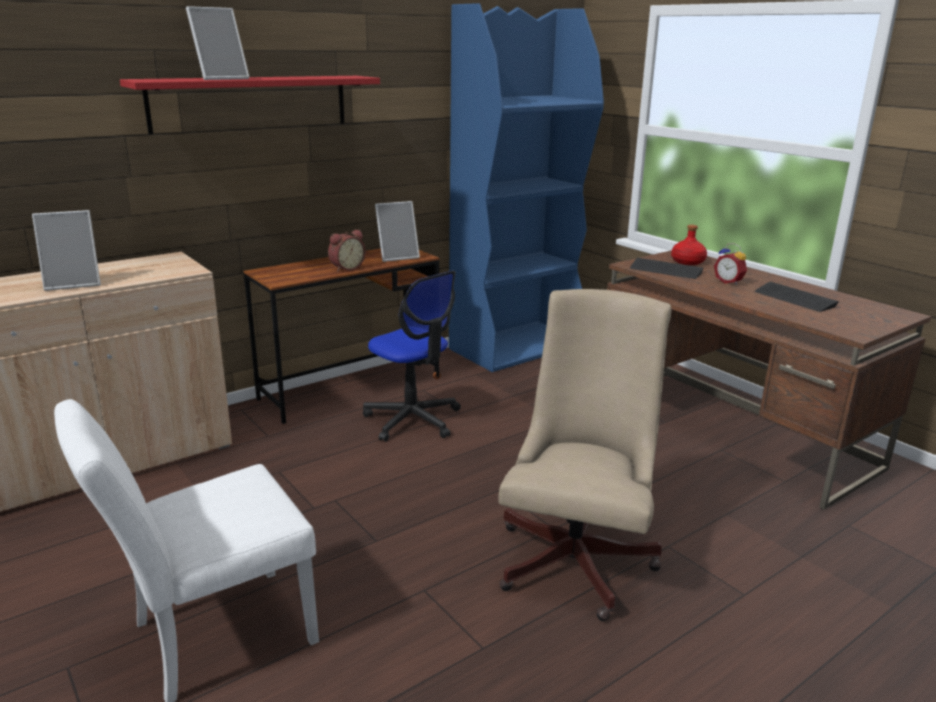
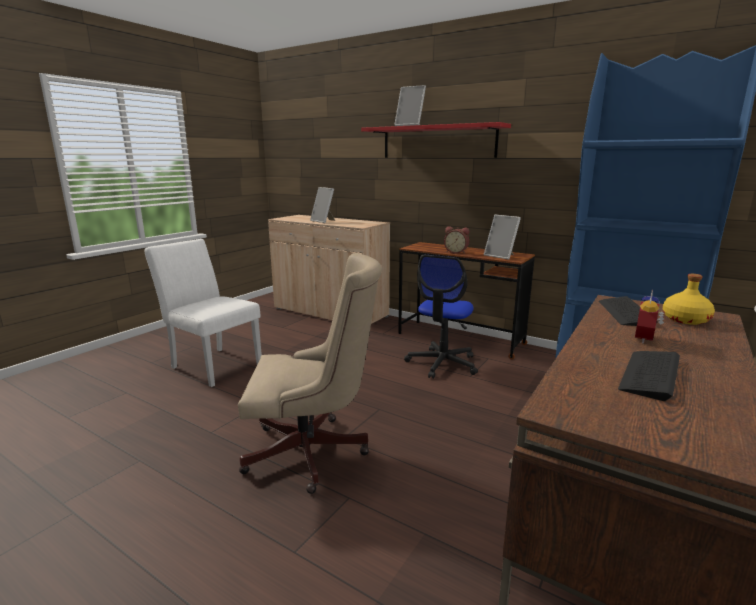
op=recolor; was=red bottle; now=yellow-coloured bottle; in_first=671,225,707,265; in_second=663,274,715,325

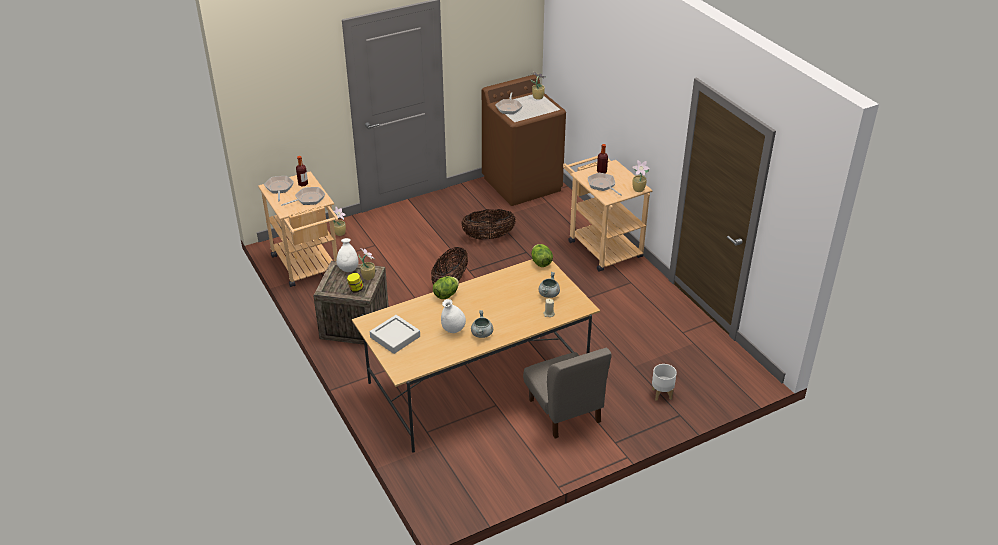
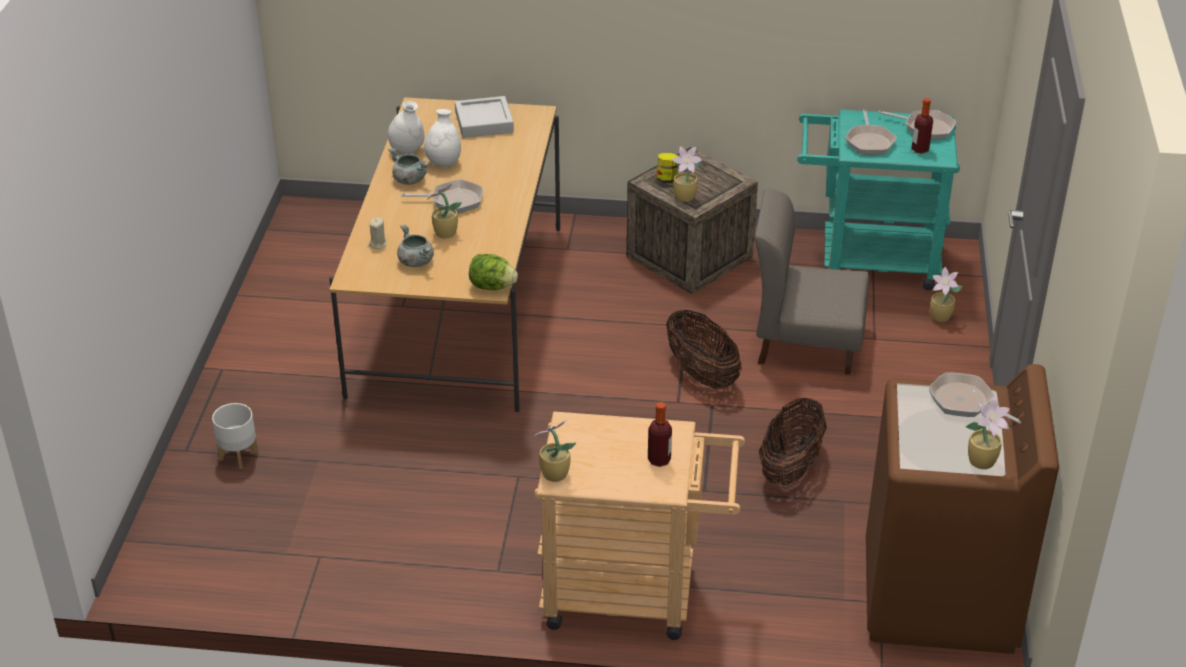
op=delete; was=lettuce head; in_first=433,276,459,299
op=insert; now=houseplant; in_second=428,182,462,238
op=move; was=white flower vase; in_first=336,238,358,272; in_second=388,101,424,155
op=move; was=gray plain chair; in_first=523,347,612,438; in_second=755,188,869,375
op=move; was=skillet; in_first=588,173,622,196; in_second=401,179,483,214
op=recolor; was=beige trolley; now=blue-green trolley; in_first=258,171,338,287; in_second=797,110,960,290

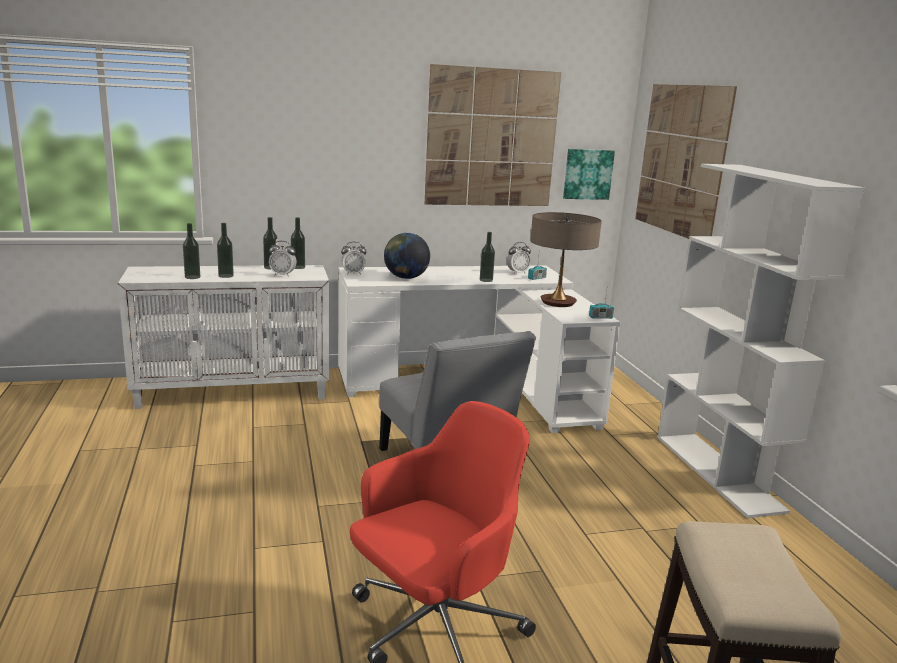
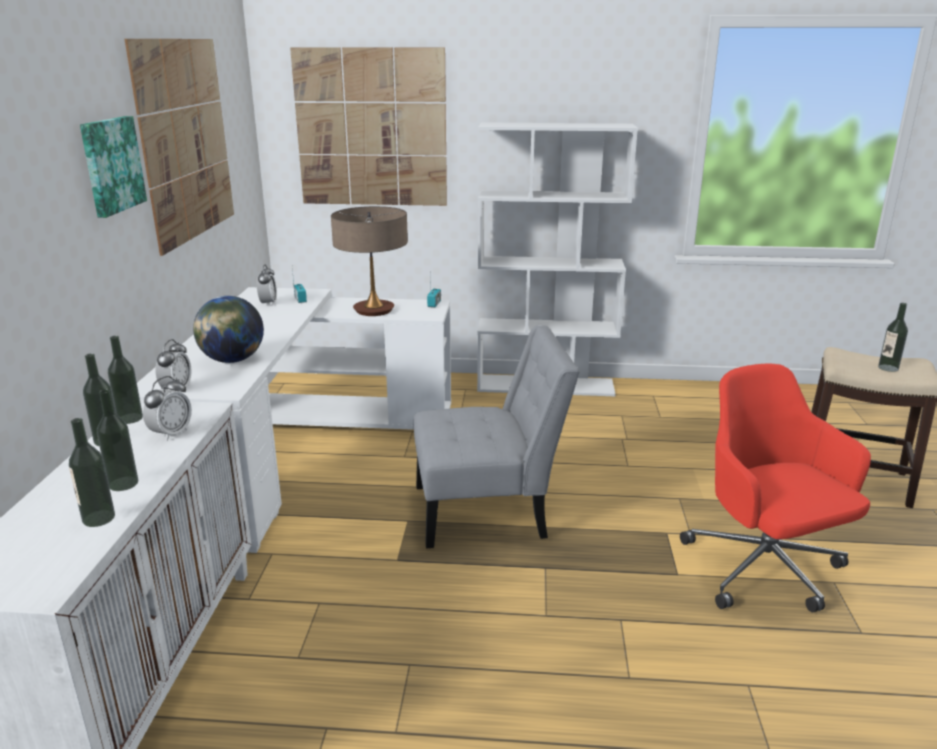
op=move; was=bottle; in_first=480,232,495,282; in_second=878,303,908,372
op=move; was=picture; in_first=563,149,615,200; in_second=80,116,147,218

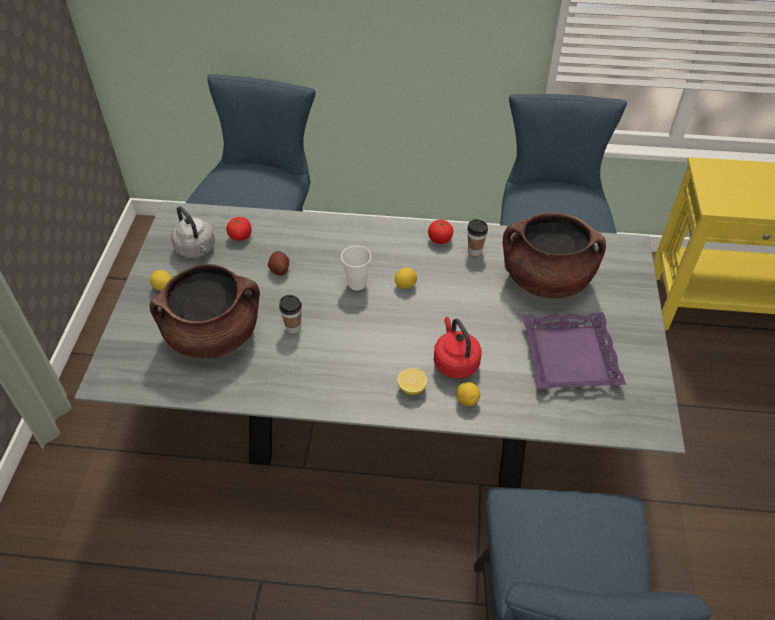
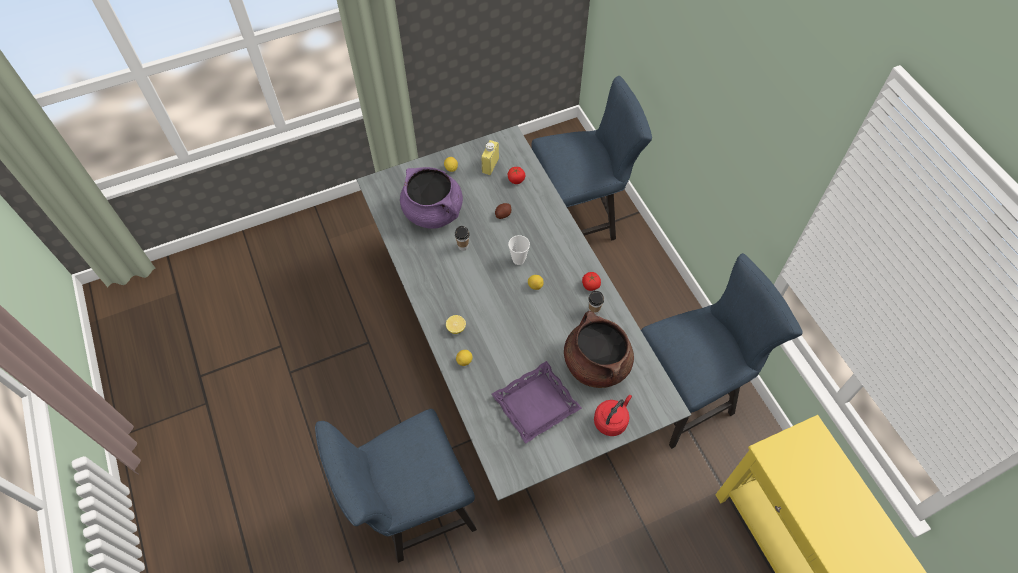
op=move; was=red tea kettle; in_first=434,317,481,379; in_second=594,395,632,436
op=replace; was=gray tea kettle; now=yellow-coloured bottle; in_first=171,206,215,258; in_second=481,140,499,175
op=recolor; was=brown-coloured stockpot; now=purplish stockpot; in_first=150,264,260,358; in_second=400,167,463,229

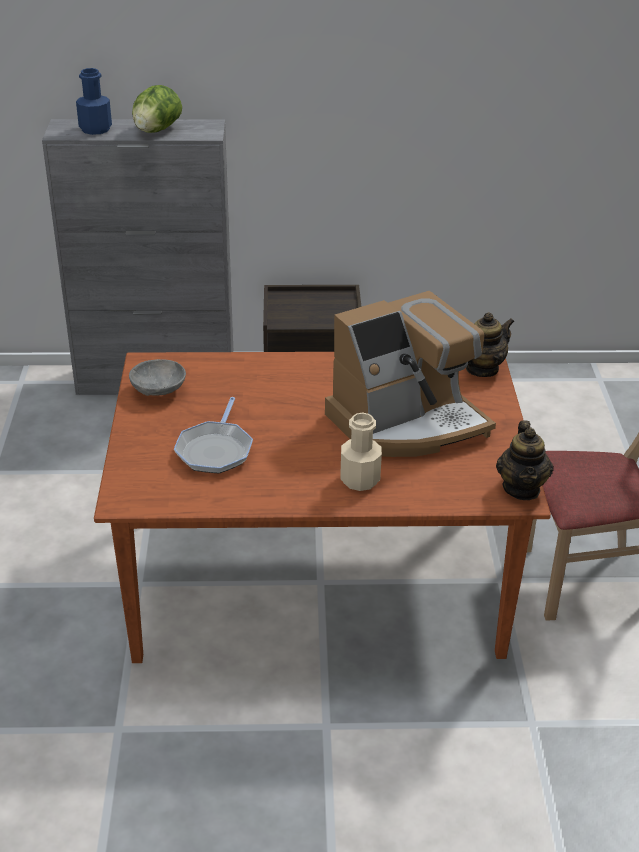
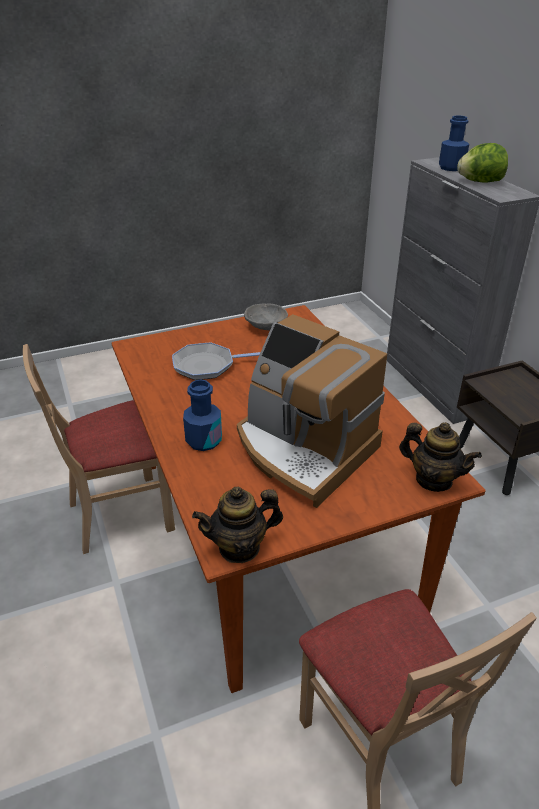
op=insert; now=beige plain chair; in_second=23,344,175,554
op=recolor; was=beige bottle; now=bluish bottle; in_first=340,413,382,491; in_second=183,379,222,451

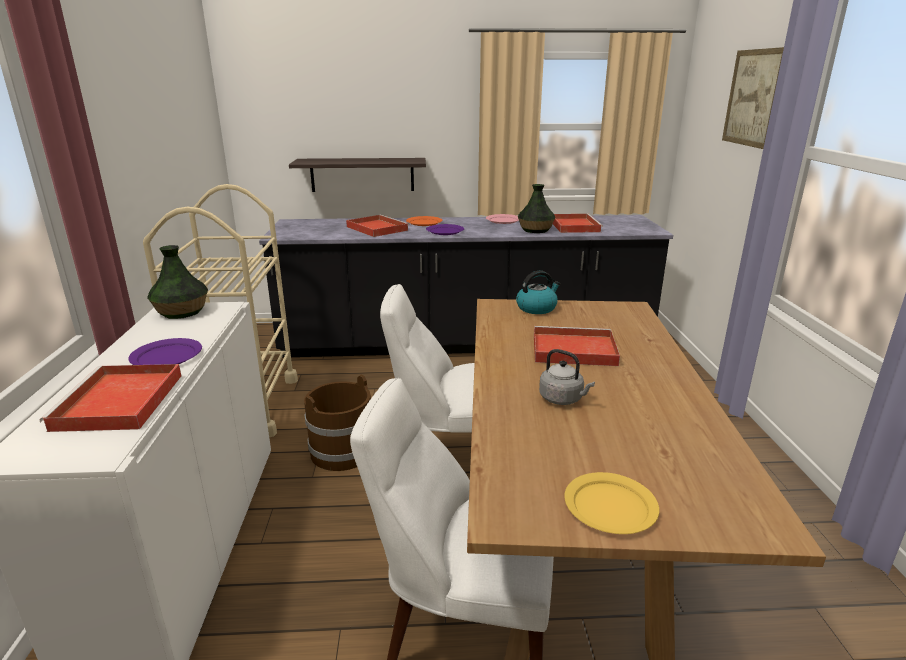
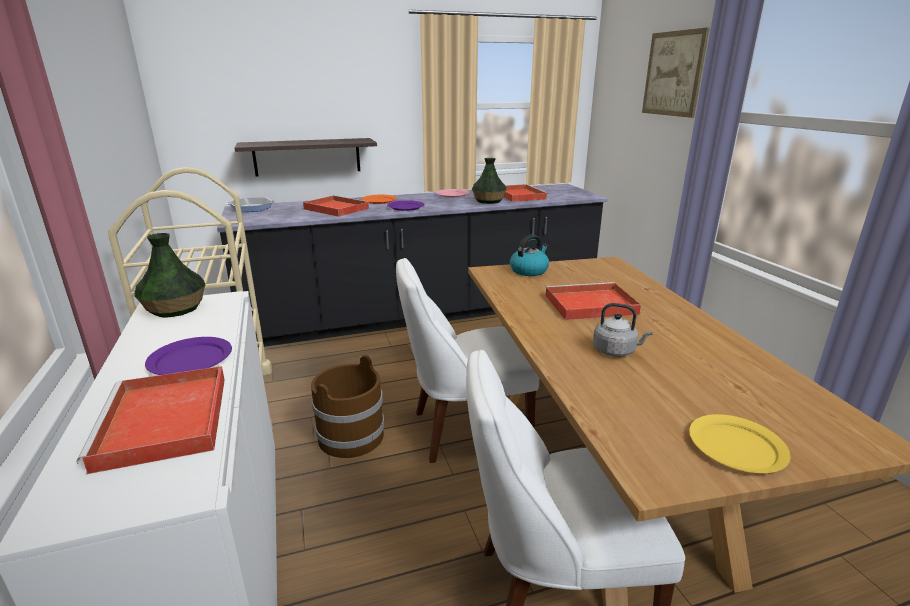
op=insert; now=skillet; in_second=226,197,275,212

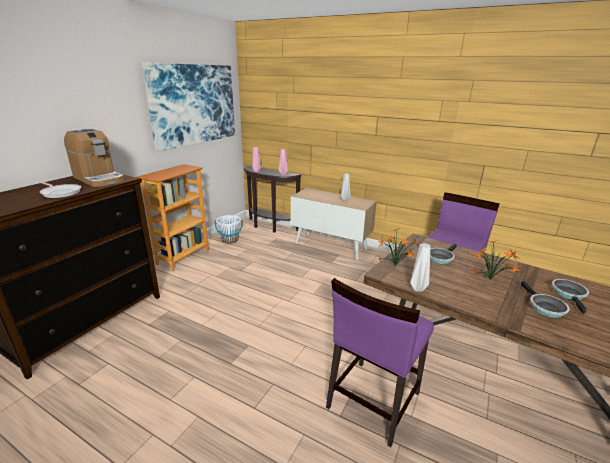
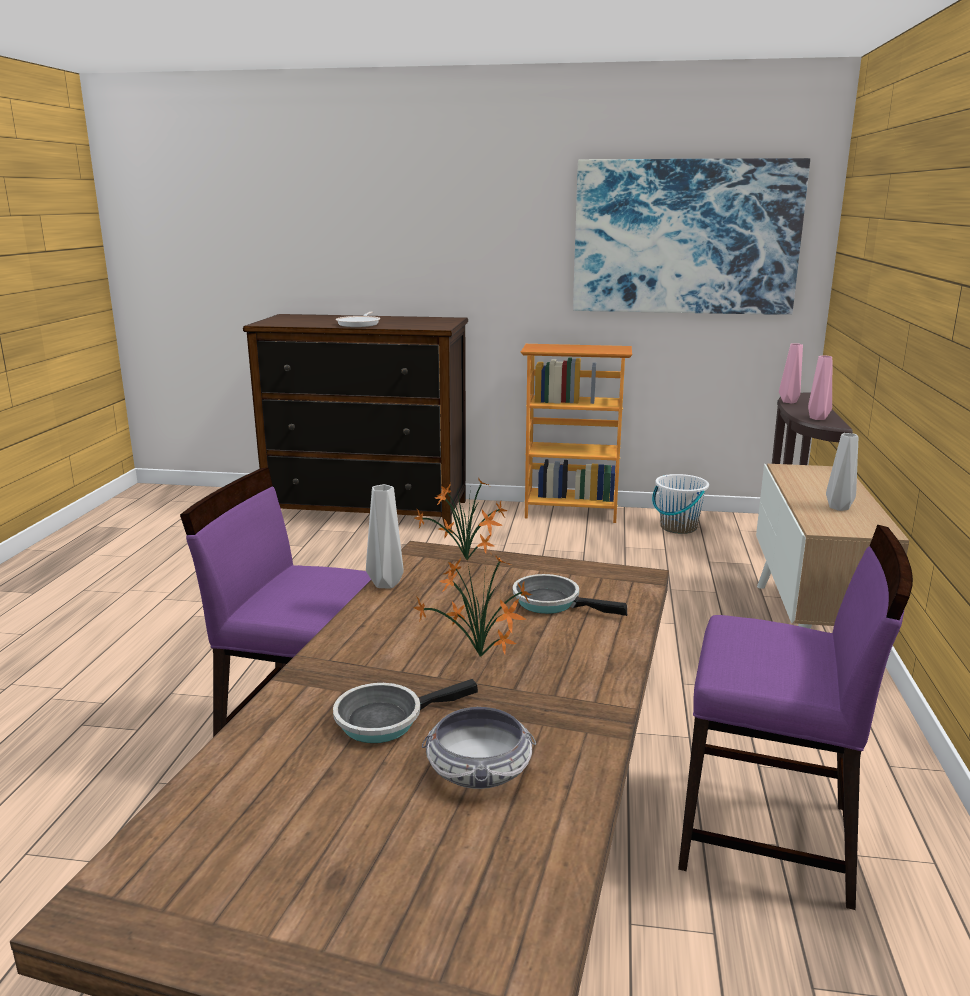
op=delete; was=coffee maker; in_first=64,129,125,187
op=replace; was=skillet; now=bowl; in_first=552,279,589,314; in_second=422,706,536,789

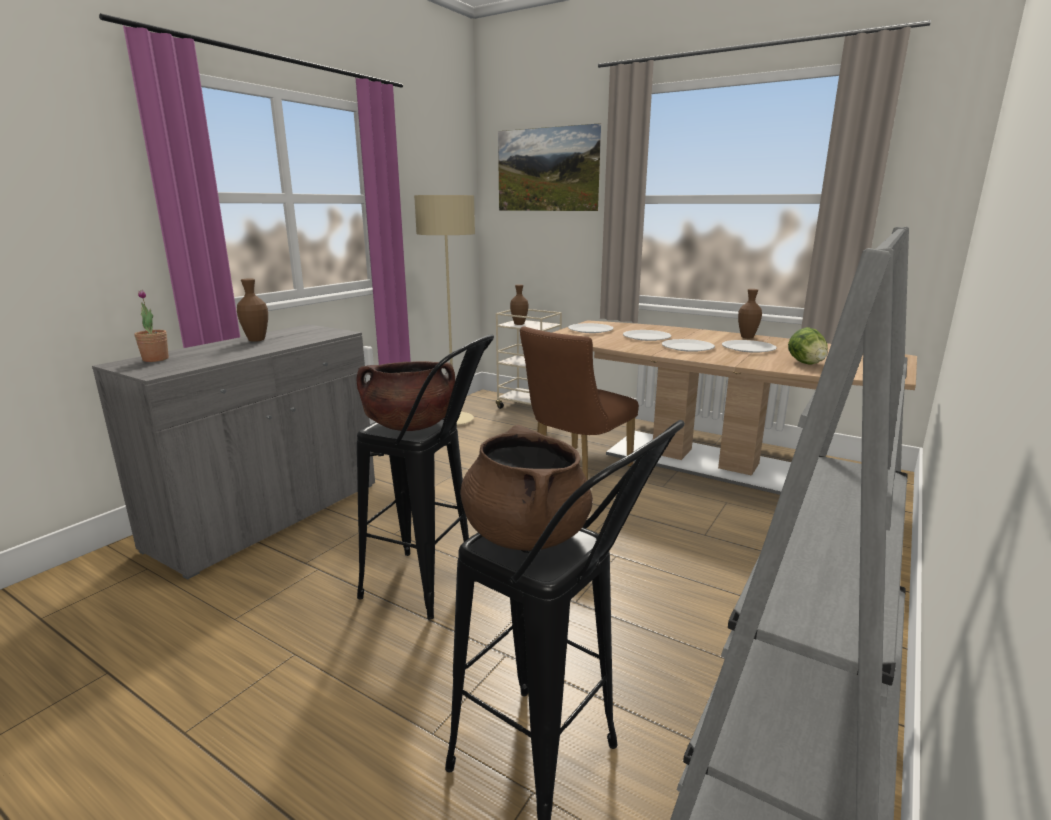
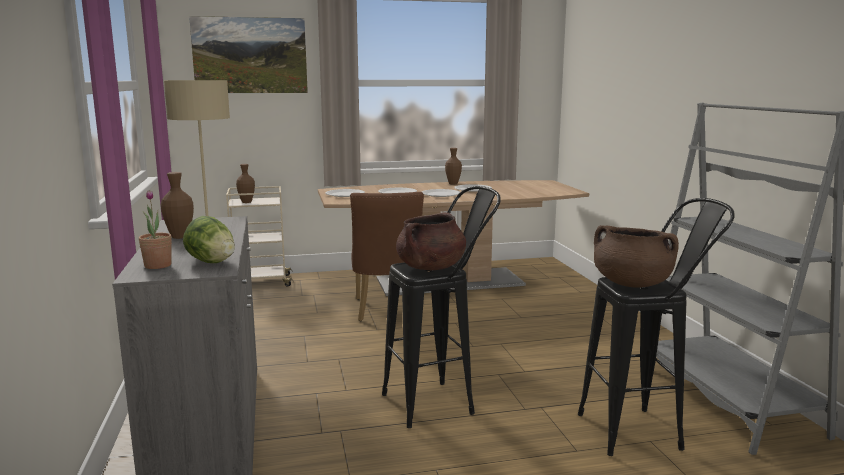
op=move; was=lettuce head; in_first=788,327,828,365; in_second=183,216,235,263

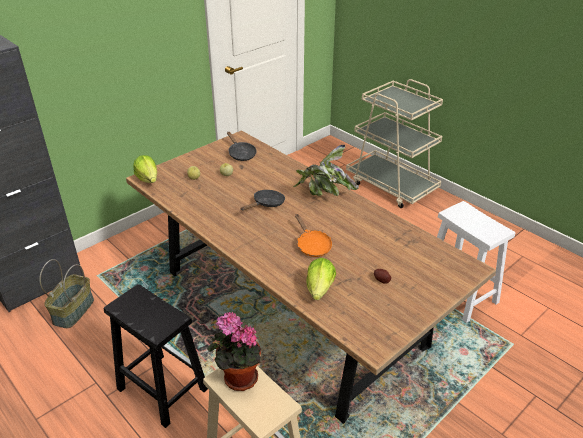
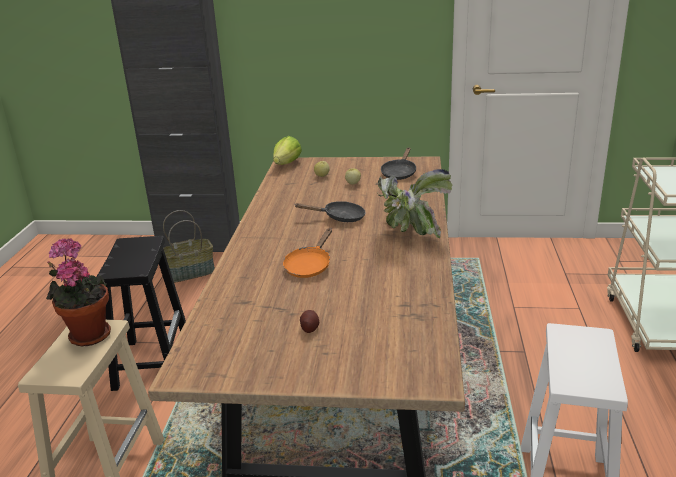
op=delete; was=lettuce head; in_first=306,258,336,300

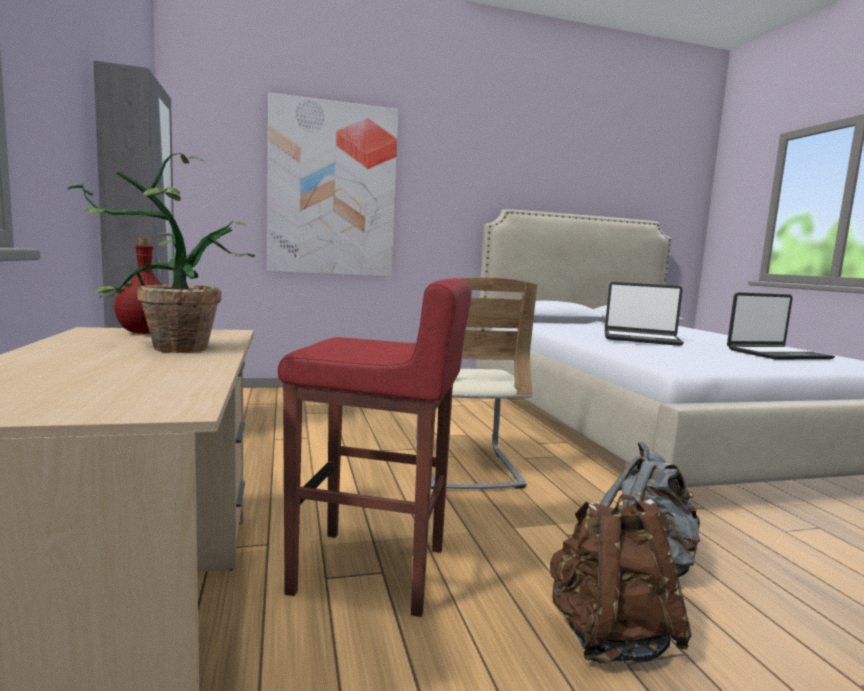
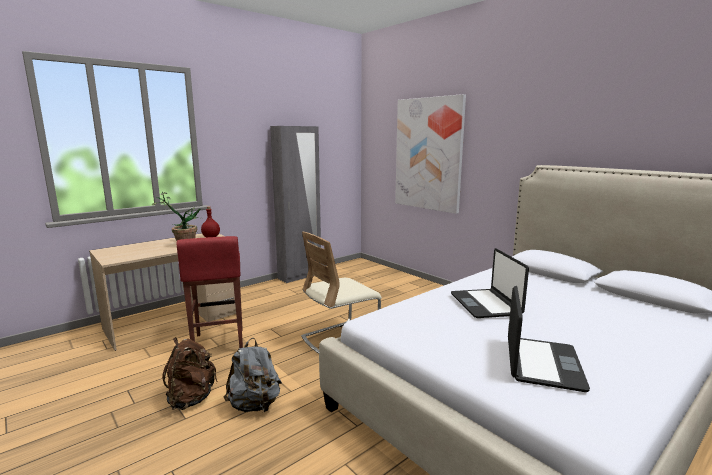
op=rotate; was=notebook computer; in_first=727,292,835,360; in_second=508,286,590,392; clockwise=-120

